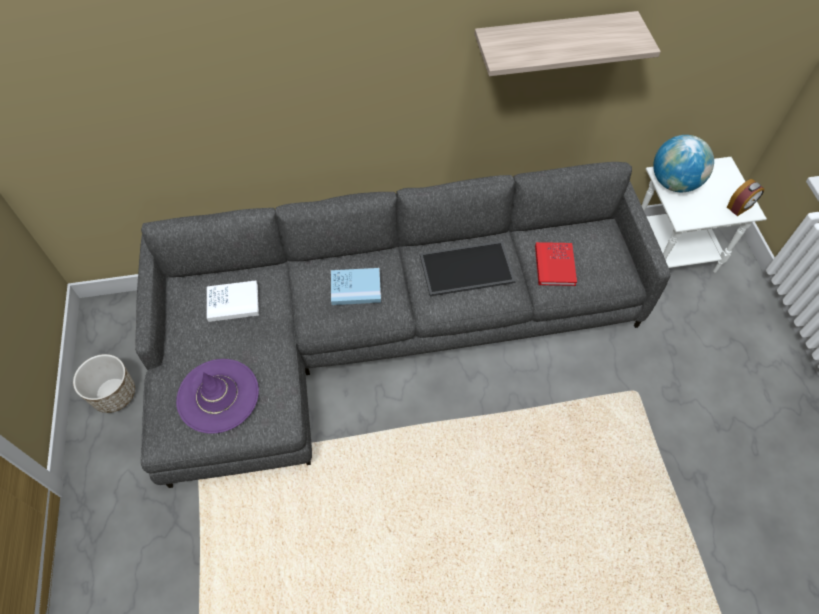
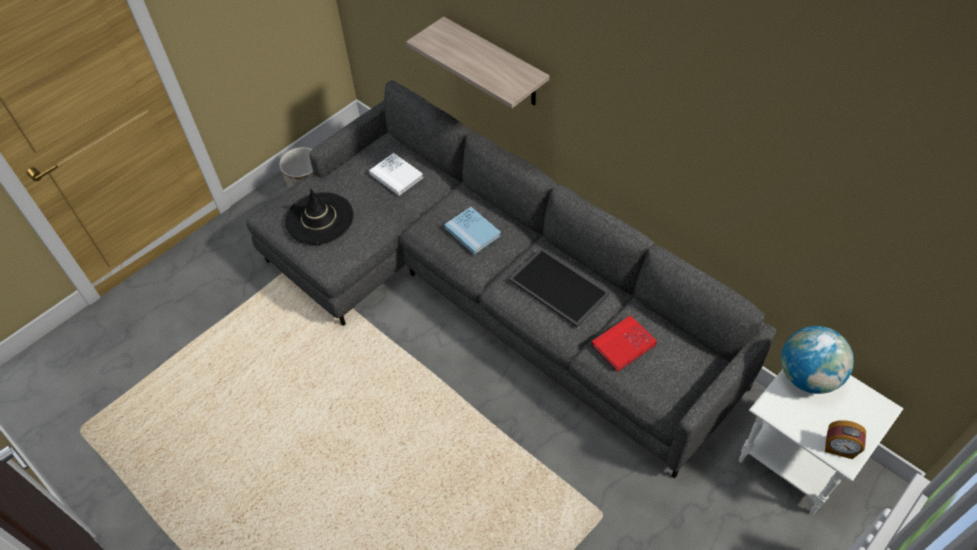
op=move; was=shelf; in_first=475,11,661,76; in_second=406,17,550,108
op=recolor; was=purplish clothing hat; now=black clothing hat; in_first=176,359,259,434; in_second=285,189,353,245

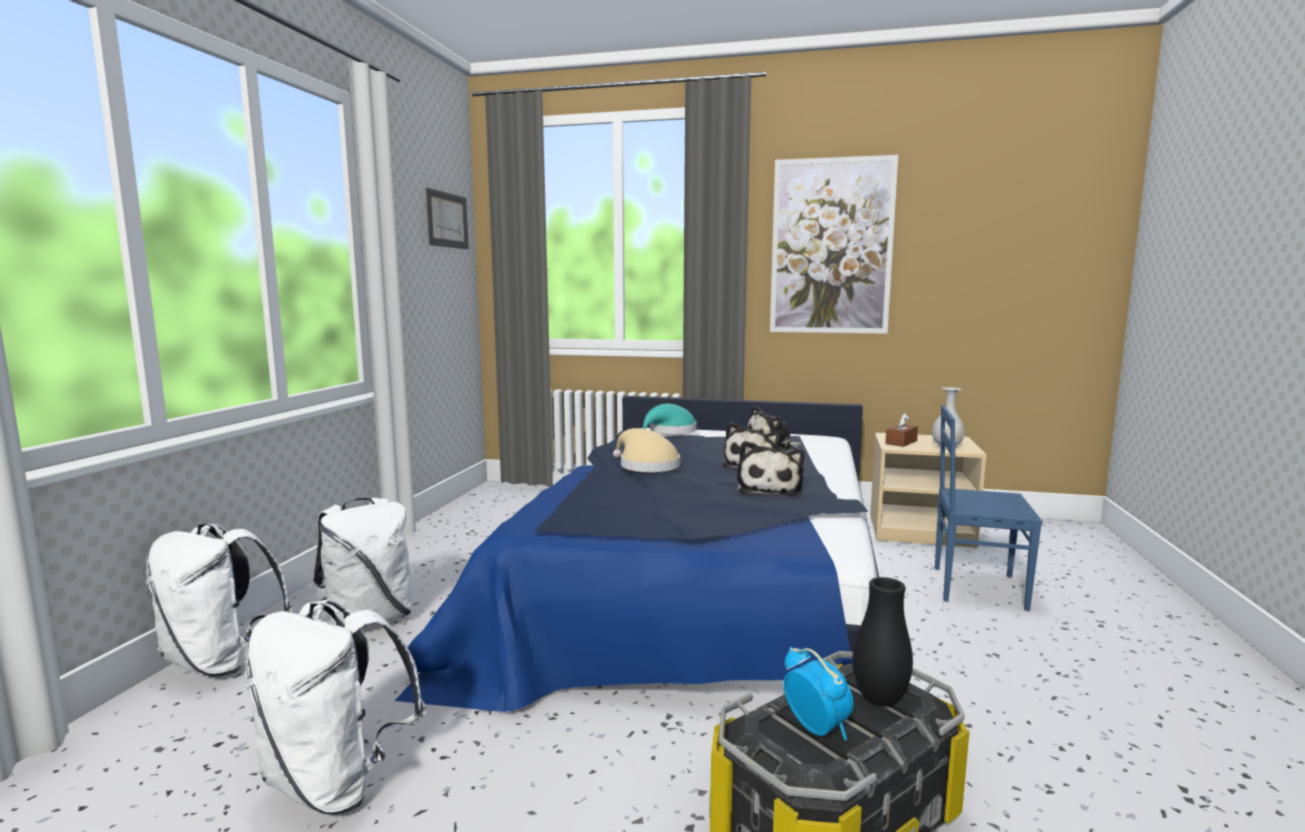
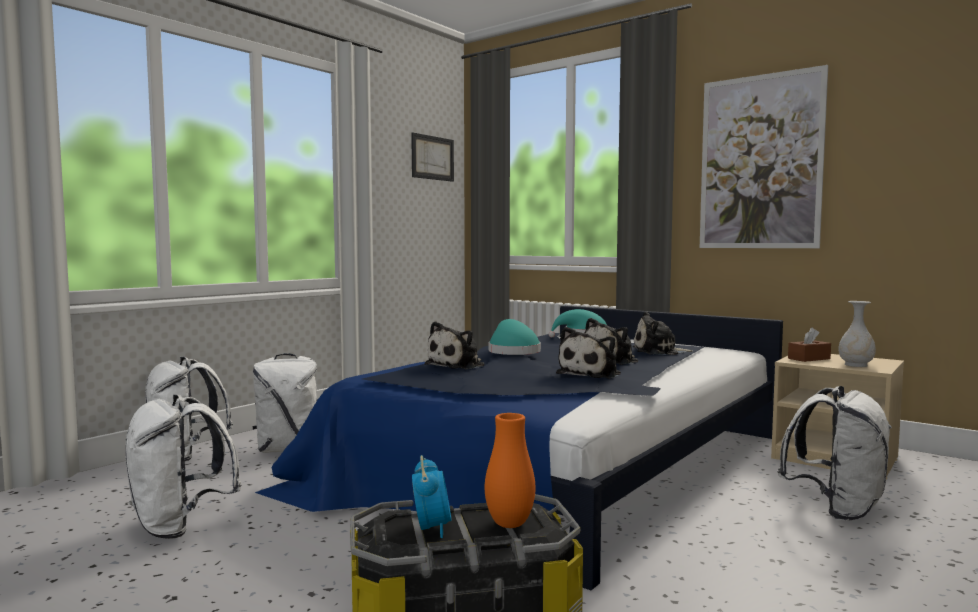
op=insert; now=soft toy; in_second=425,321,484,369
op=replace; was=bluish plain chair; now=white backpack; in_first=935,405,1043,611; in_second=777,386,892,521
op=recolor; was=beige clothing hat; now=blue-green clothing hat; in_first=613,428,680,472; in_second=489,319,541,355
op=recolor; was=black flower vase; now=orangey flower vase; in_first=852,577,913,706; in_second=485,413,535,528

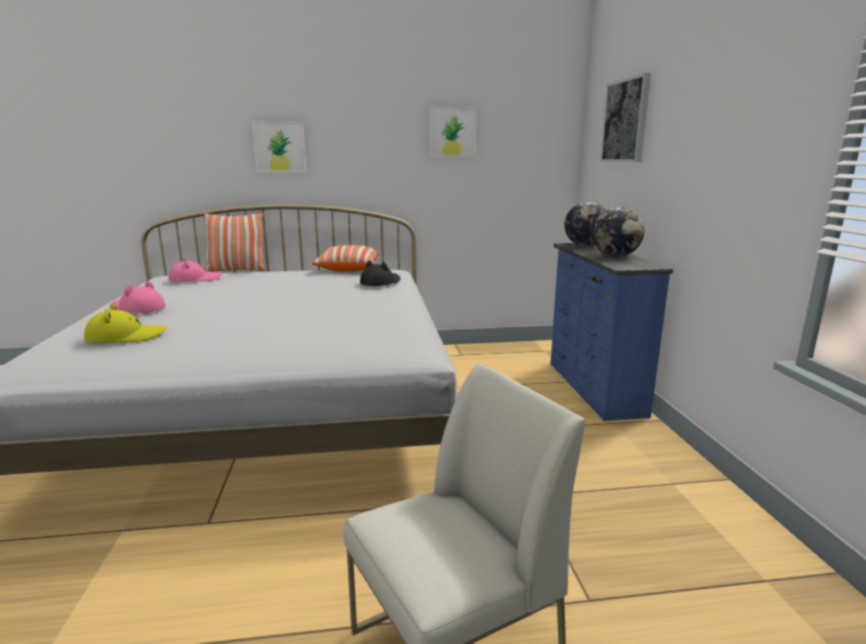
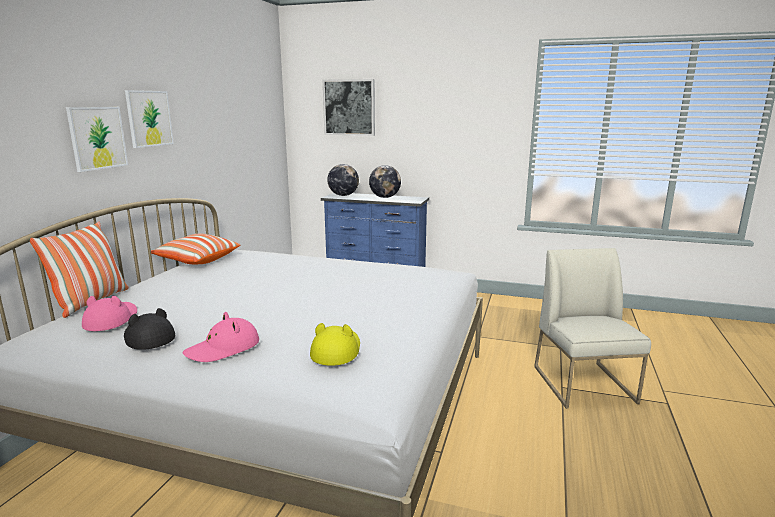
op=move; was=black clothing hat; in_first=360,261,400,286; in_second=124,308,175,350
op=move; was=picture; in_first=429,107,477,157; in_second=125,90,174,148

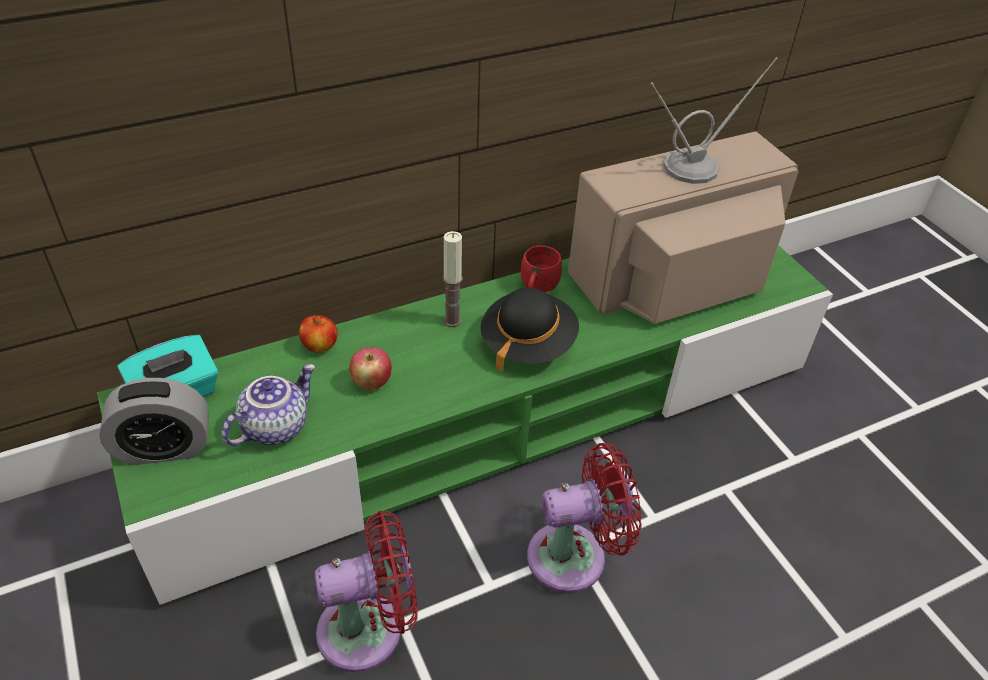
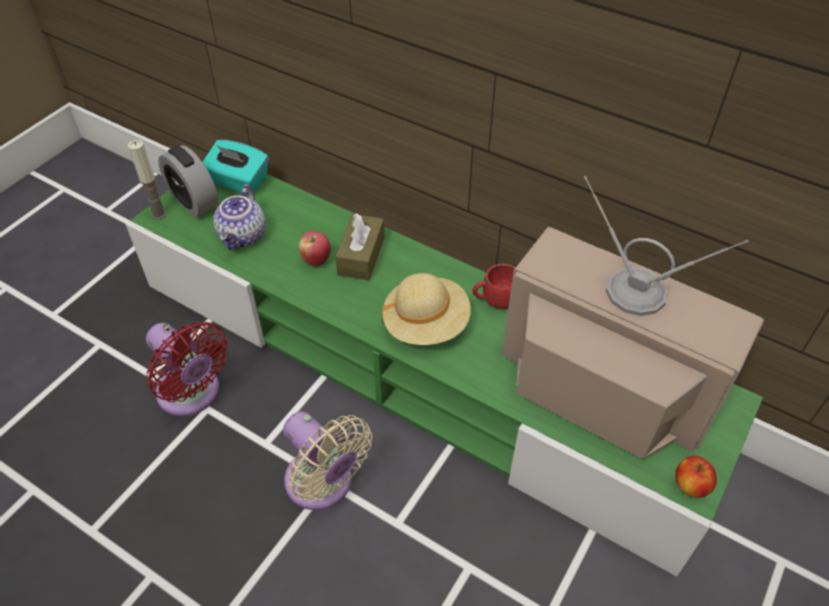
op=insert; now=brown-coloured box of tissues; in_second=335,213,385,281
op=move; was=whole apple; in_first=299,315,337,353; in_second=675,456,717,498
op=move; was=wax light; in_first=443,231,463,327; in_second=128,140,167,219
op=recolor; was=black clothing hat; now=beige clothing hat; in_first=480,287,579,372; in_second=382,273,471,345
op=recolor; was=red fan; now=beige fan; in_first=527,443,642,593; in_second=283,411,372,510
op=rotate; was=pot for tea; in_first=222,364,315,446; in_second=213,184,266,250; clockwise=90

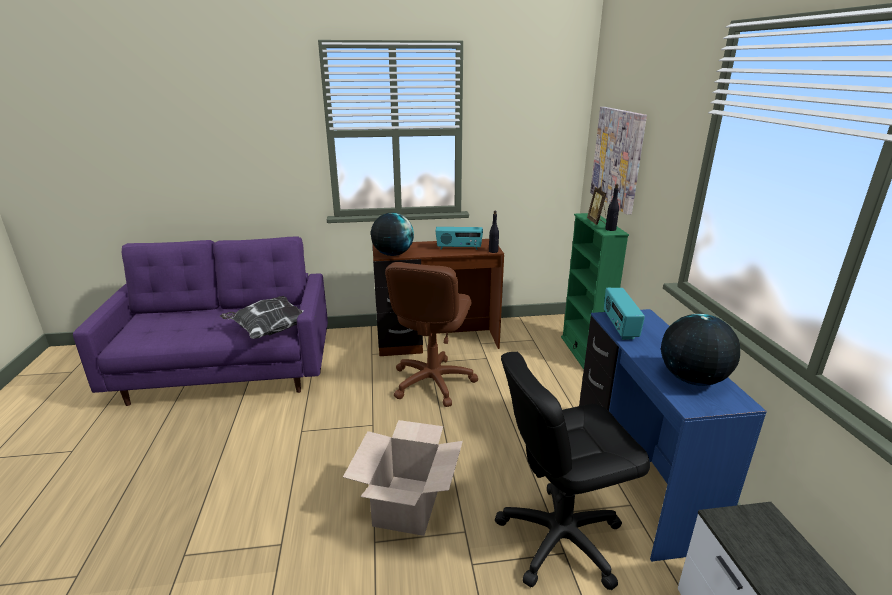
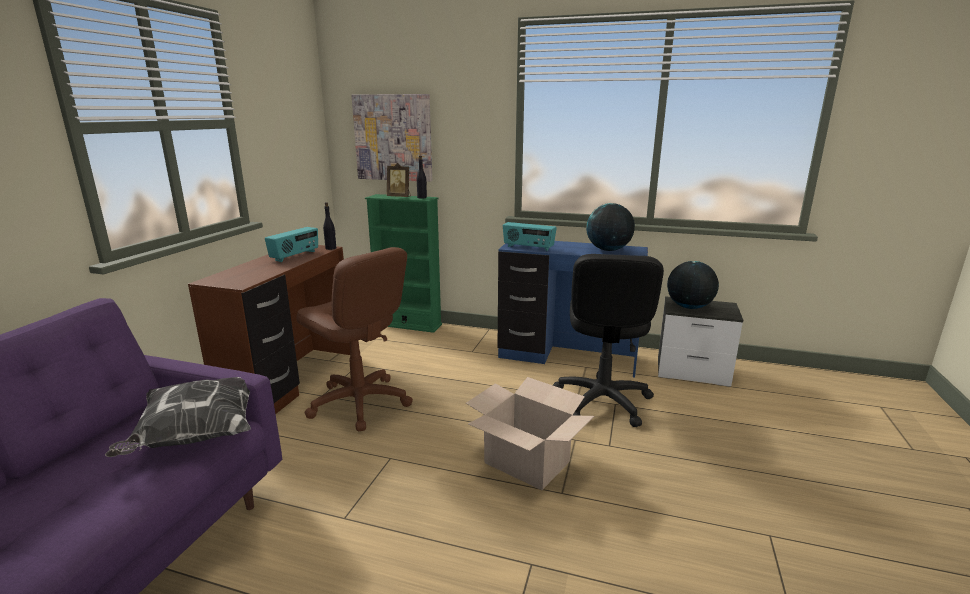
op=move; was=globe; in_first=371,213,414,256; in_second=667,261,719,309

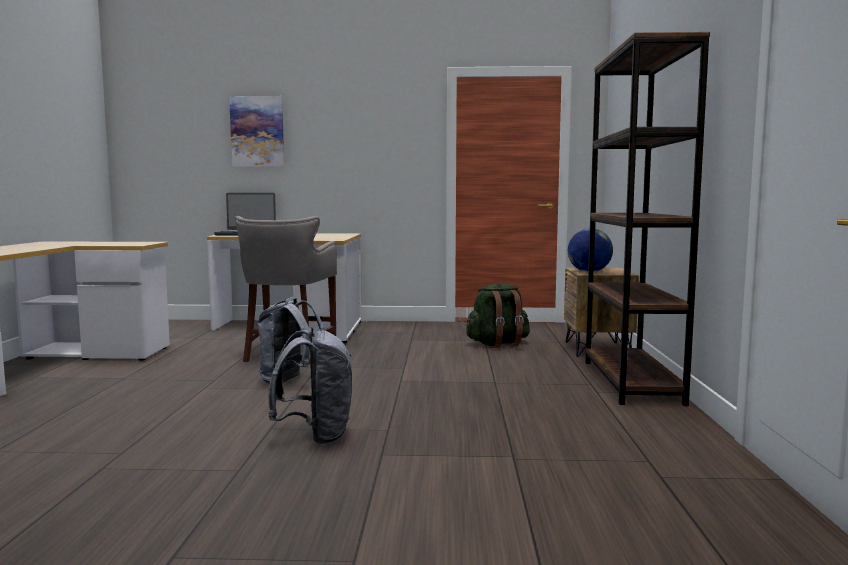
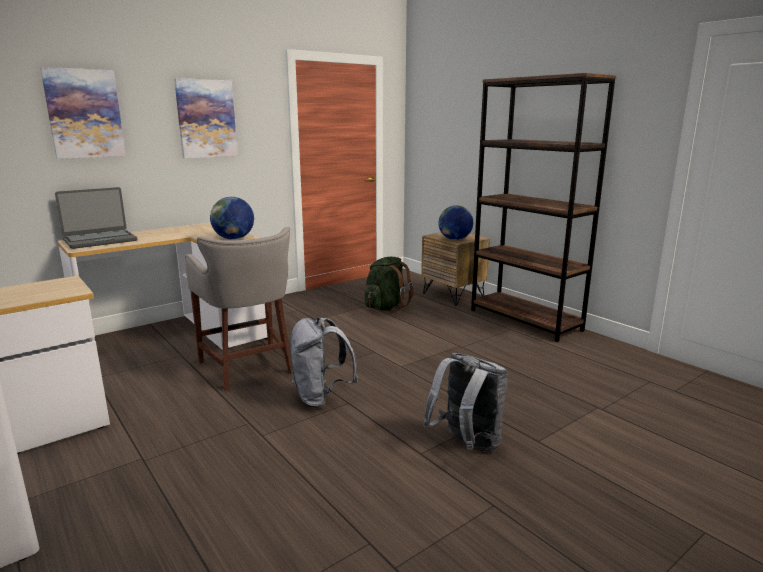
op=insert; now=picture; in_second=174,78,238,158
op=insert; now=globe; in_second=210,197,254,240

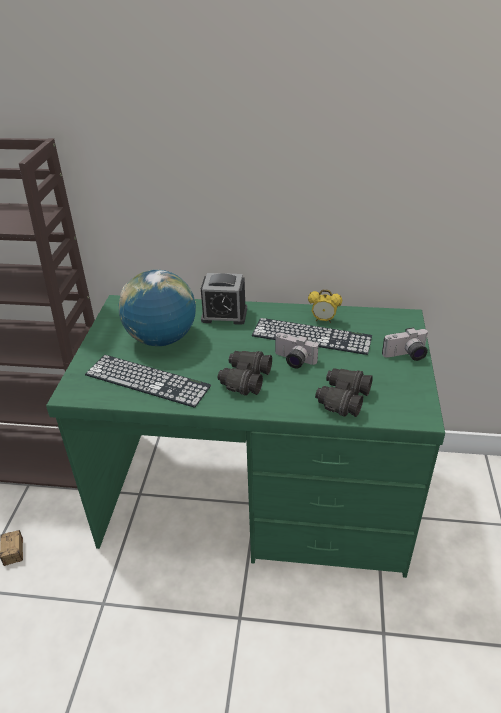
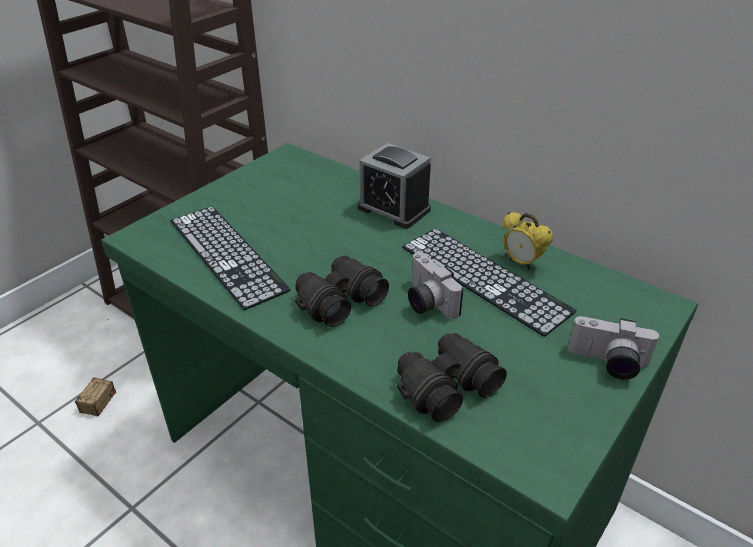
op=delete; was=globe; in_first=119,270,196,346

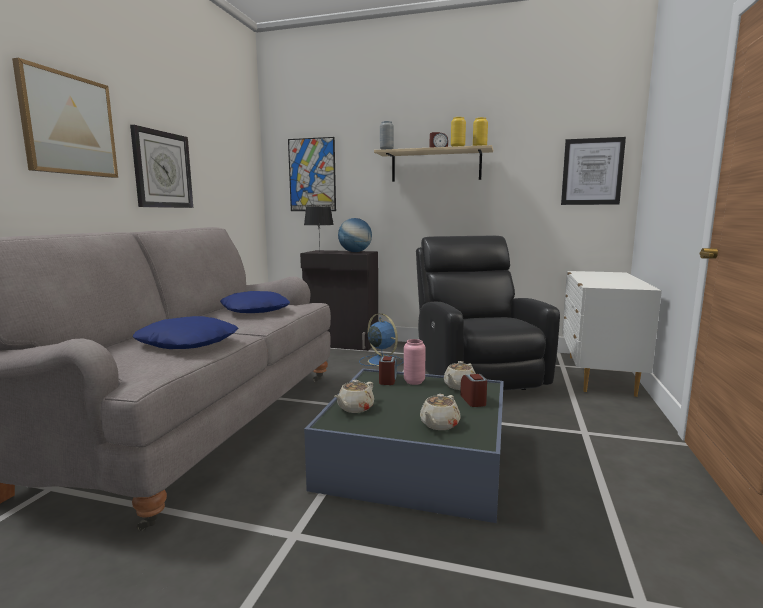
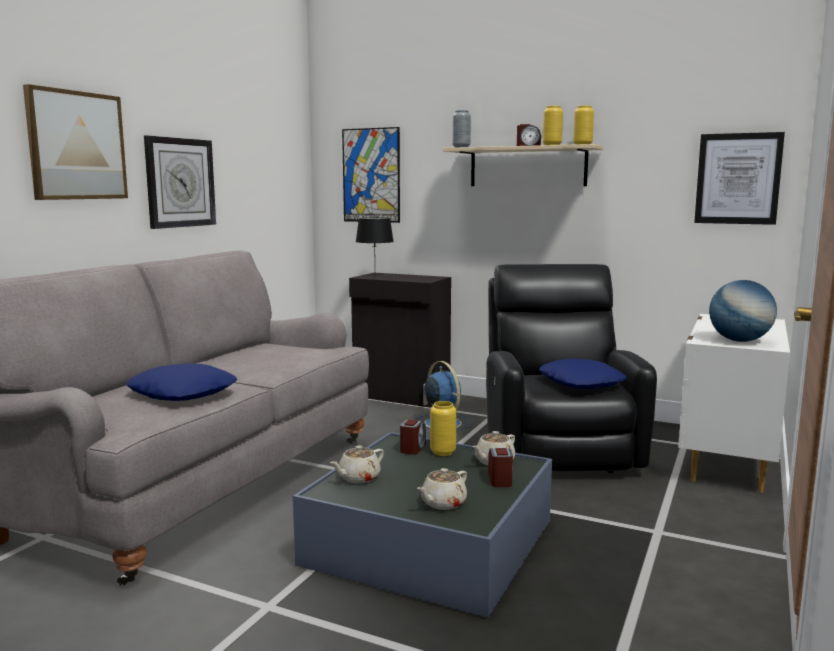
op=move; was=bluish cushion; in_first=220,291,290,313; in_second=539,359,626,389
op=move; was=globe; in_first=338,218,372,252; in_second=709,280,777,342
op=recolor; was=pink-coloured flower vase; now=yellow-coloured flower vase; in_first=404,339,426,385; in_second=430,401,457,456

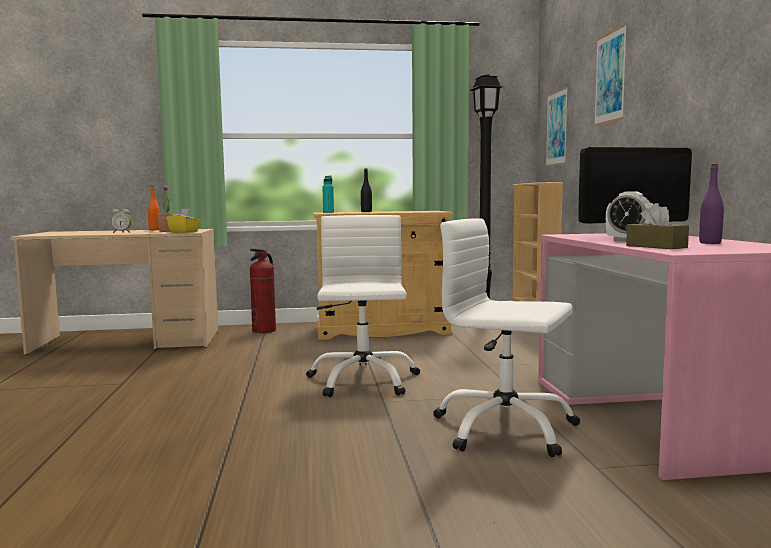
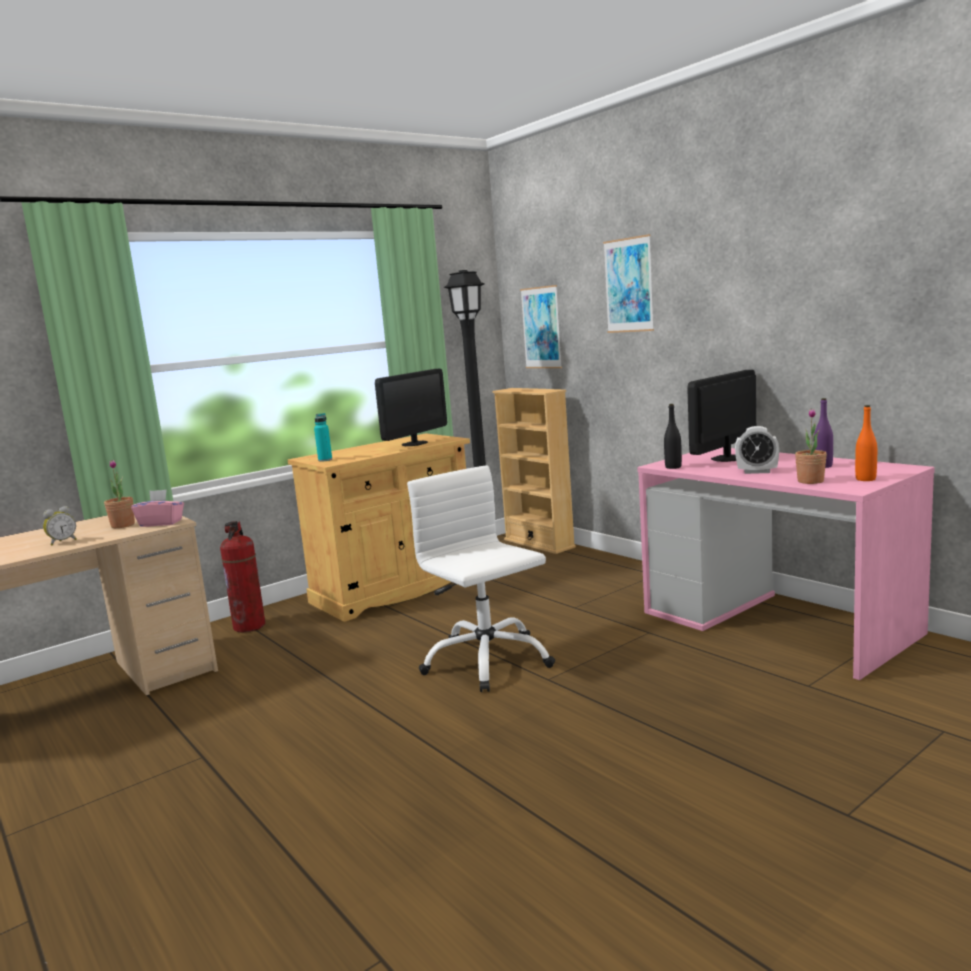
op=delete; was=white desk chair; in_first=433,218,580,457
op=insert; now=computer display; in_second=375,369,447,446
op=move; was=orangey bottle; in_first=148,186,160,230; in_second=855,405,877,481
op=move; was=black bottle; in_first=361,168,372,212; in_second=664,404,682,469
op=replace; was=brown-coloured box of tissues; now=houseplant; in_first=626,203,689,249; in_second=795,408,827,484
op=recolor; was=yellow-coloured box of tissues; now=pink-coloured box of tissues; in_first=166,209,200,233; in_second=131,489,184,527

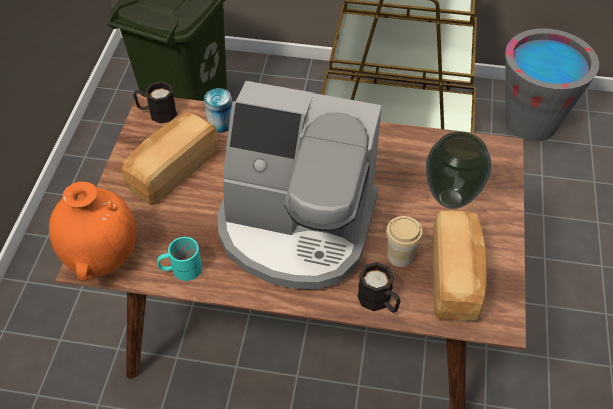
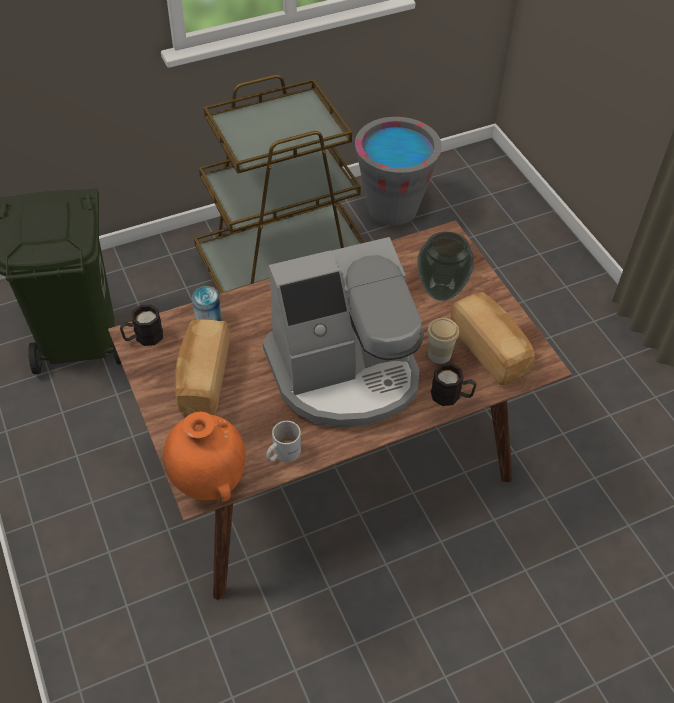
op=recolor; was=blue-green coffee mug; now=white coffee mug; in_first=157,237,202,281; in_second=266,421,301,462

